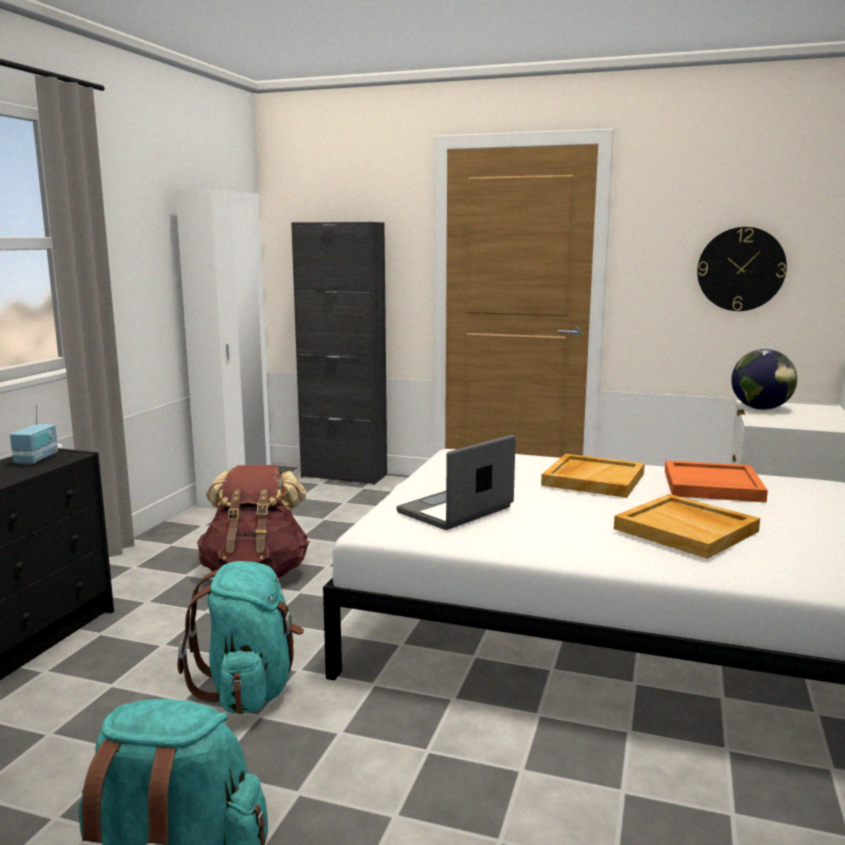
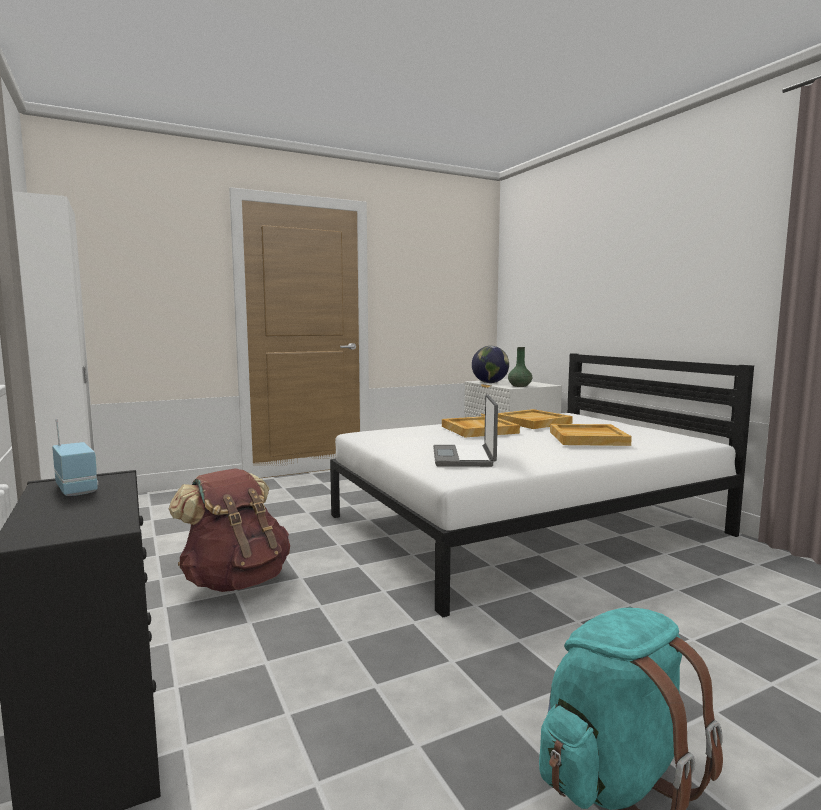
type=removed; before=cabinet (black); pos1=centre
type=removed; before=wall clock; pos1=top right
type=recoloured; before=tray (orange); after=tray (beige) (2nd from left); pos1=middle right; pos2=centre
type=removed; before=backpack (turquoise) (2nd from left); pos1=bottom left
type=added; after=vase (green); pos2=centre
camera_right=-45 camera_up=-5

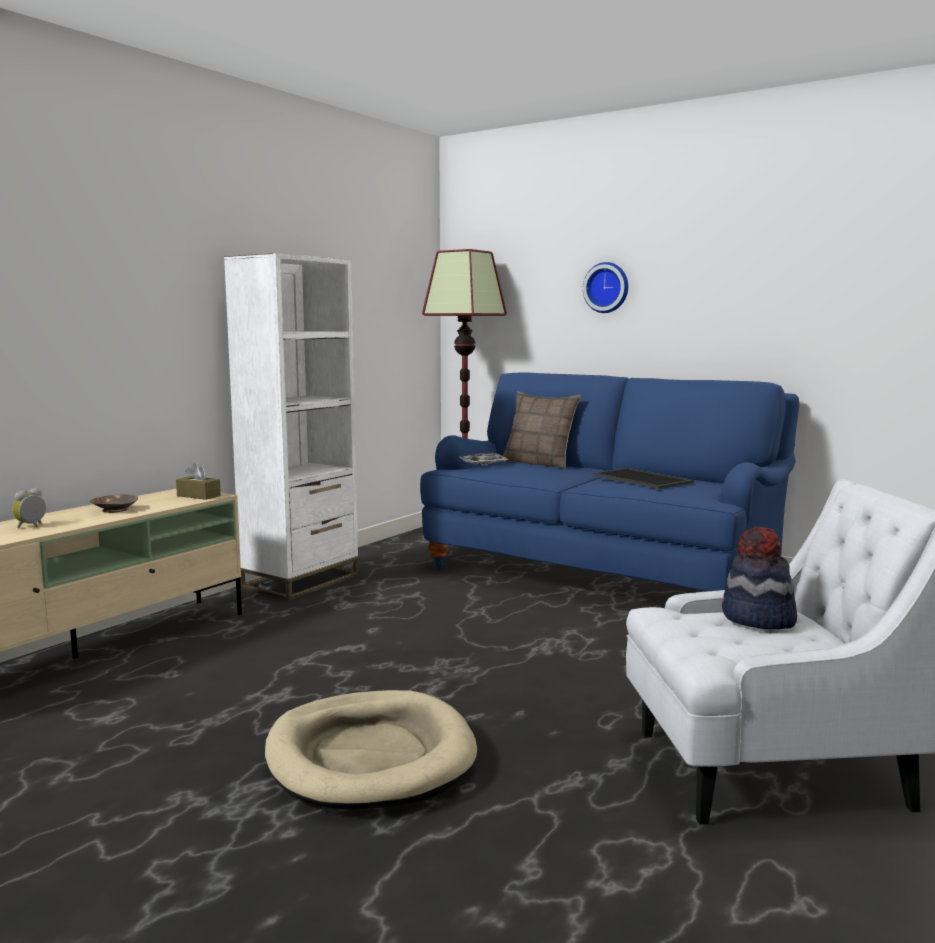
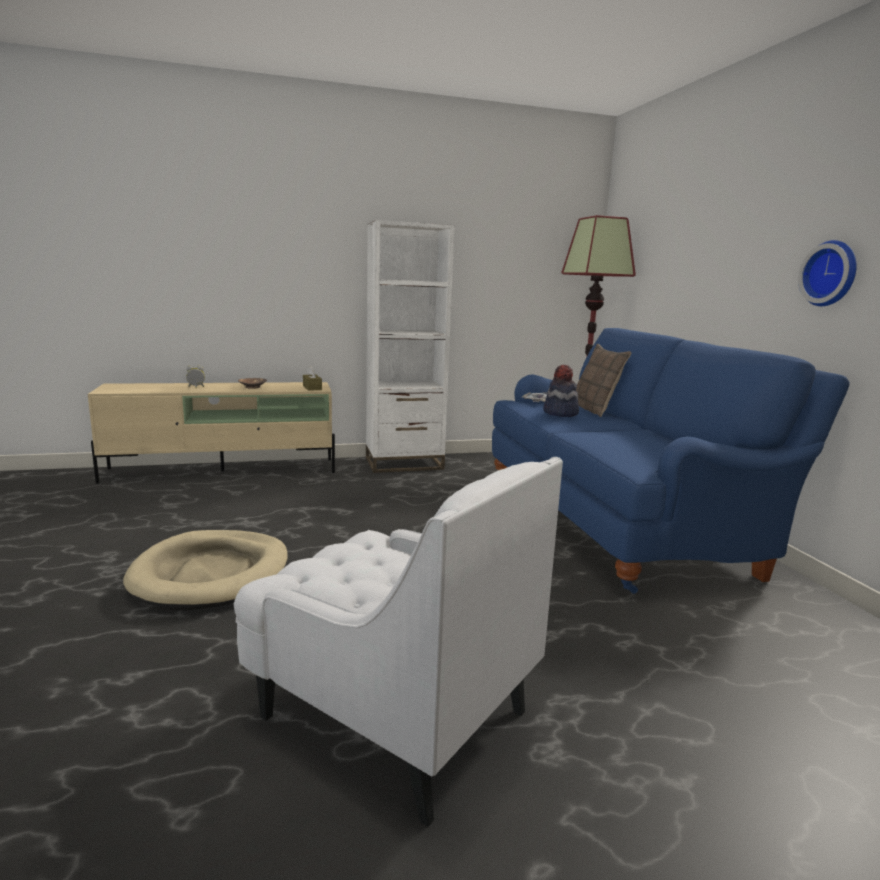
type=moved; before=wall clock; pos1=top centre; pos2=top right
type=removed; before=tray (2nd from left); pos1=middle right
type=moved; before=hat; pos1=middle right; pos2=centre
camera_right=40 camera_up=5

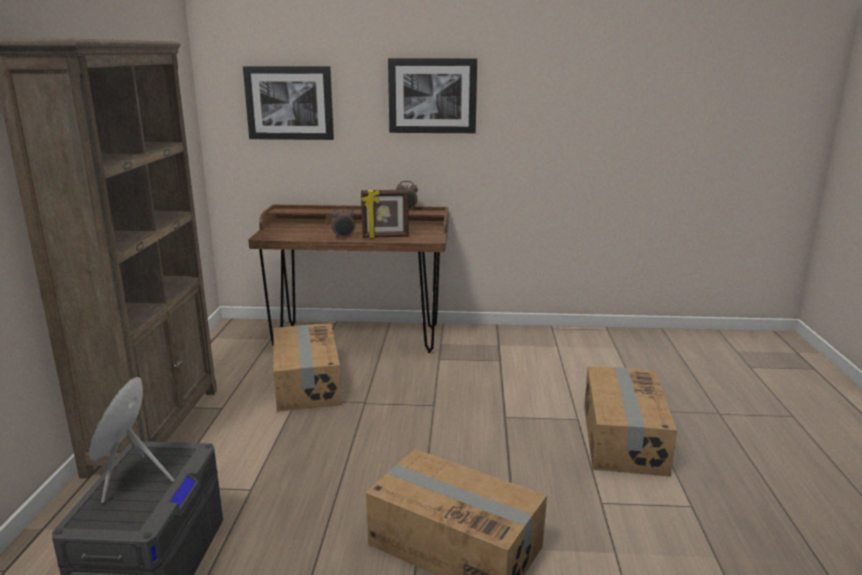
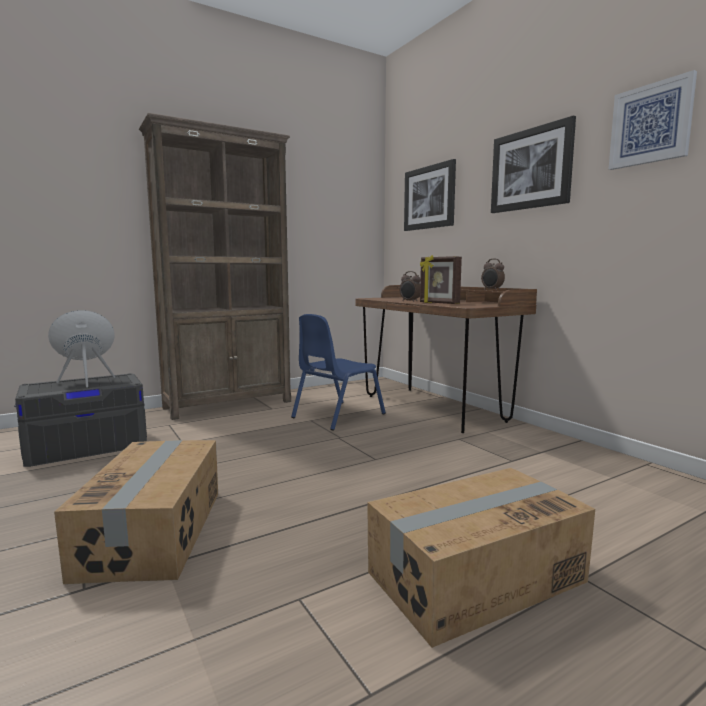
type=replaced; before=cardboard box (1st from left); after=chair (blue); pos1=centre; pos2=centre
type=added; after=picture (3rd from left); pos2=top right
camera_right=55 camera_up=-10

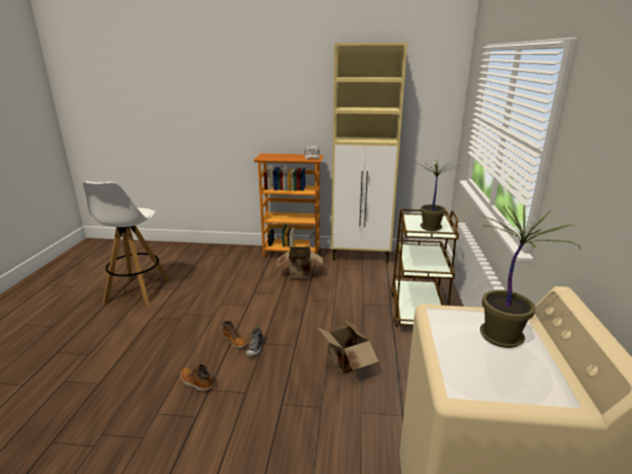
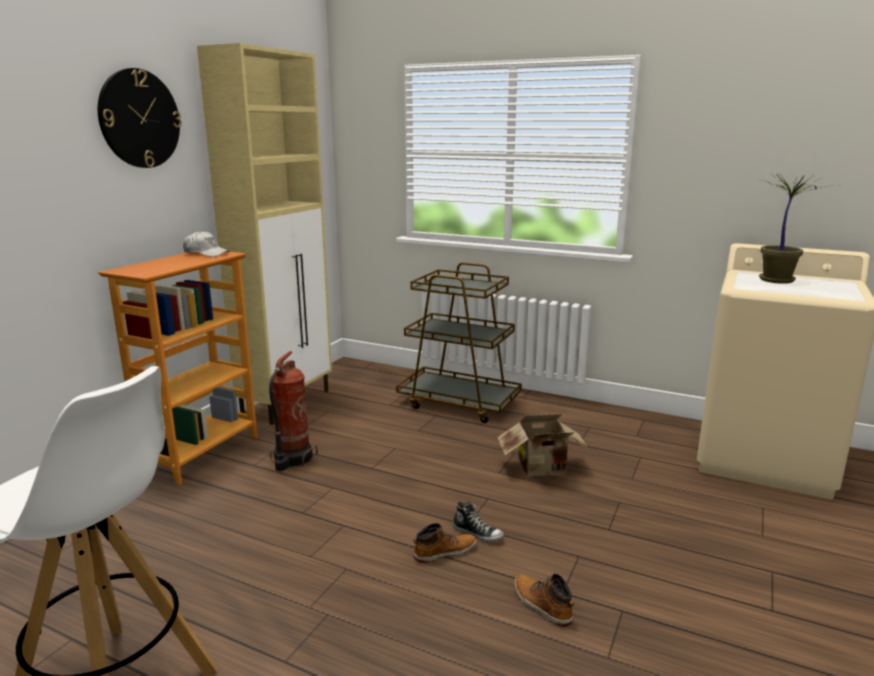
type=removed; before=potted plant (1st from left); pos1=middle right
type=replaced; before=cardboard box (1st from left); after=fire extinguisher; pos1=centre; pos2=centre
type=turned; before=boot (1st from left in the first image); pos1=bottom left; pos2=bottom centre; turn=90
type=added; after=wall clock; pos2=top left
camera_right=-70 camera_up=-5

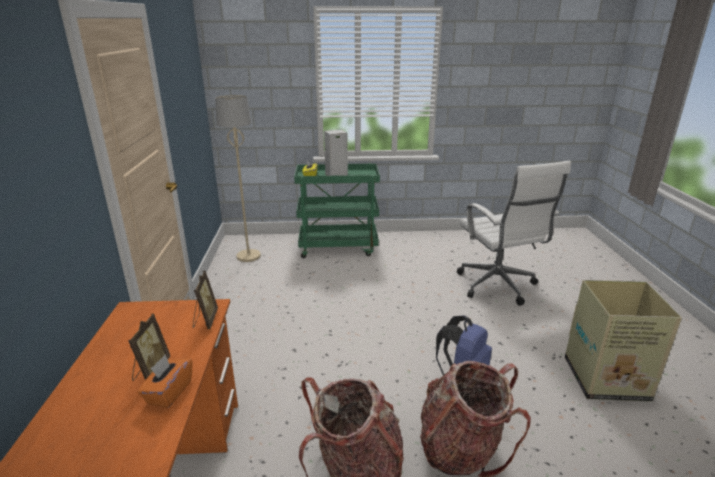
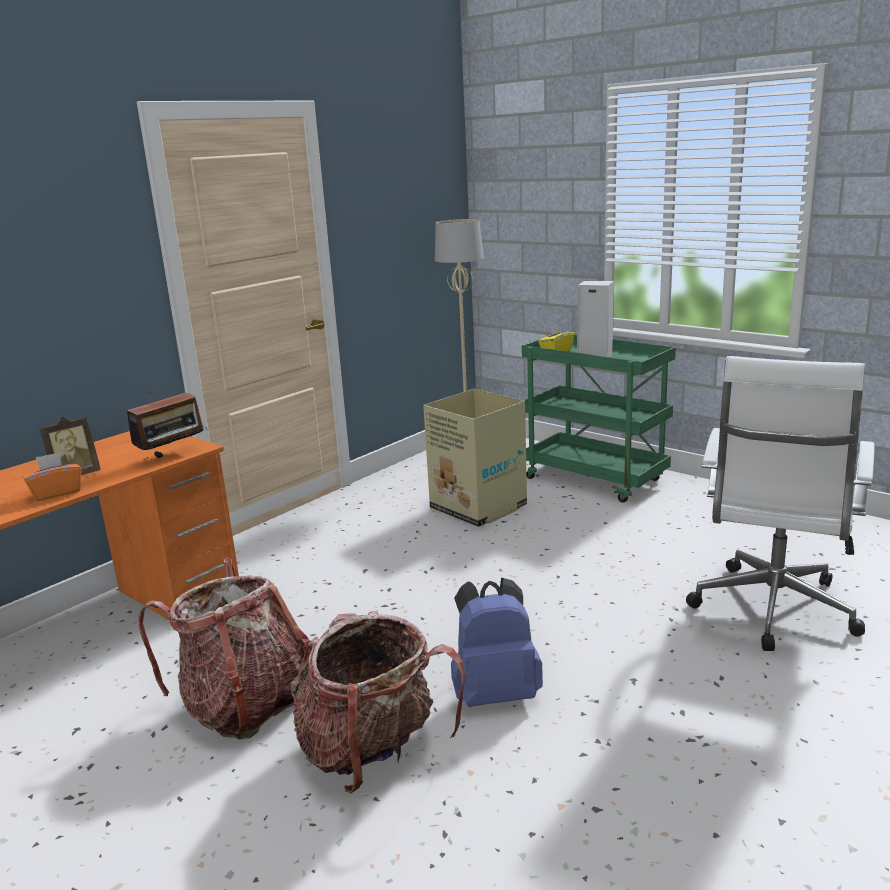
type=replaced; before=picture frame (2nd from left); after=radio; pos1=middle left; pos2=middle left
type=moved; before=cardboard box; pos1=bottom right; pos2=centre
camera_right=45 camera_up=-5

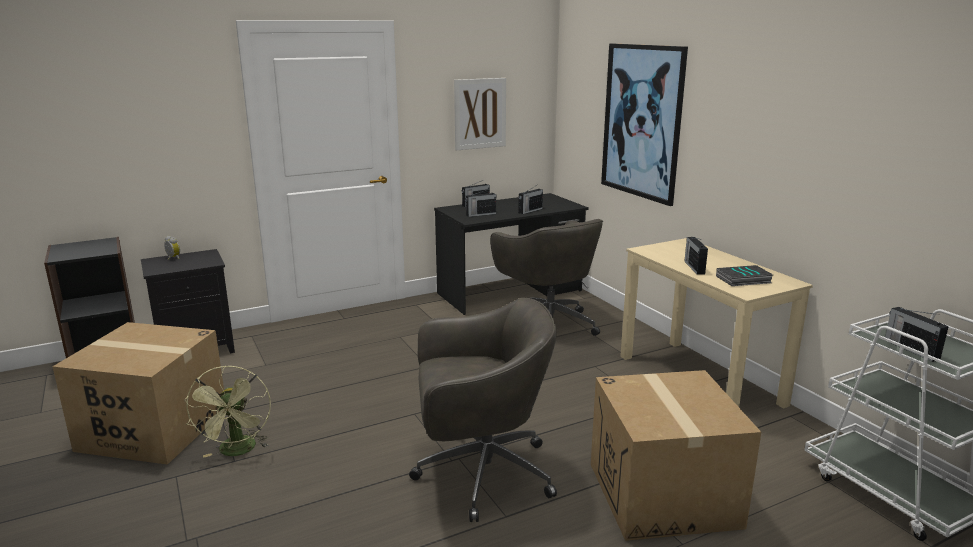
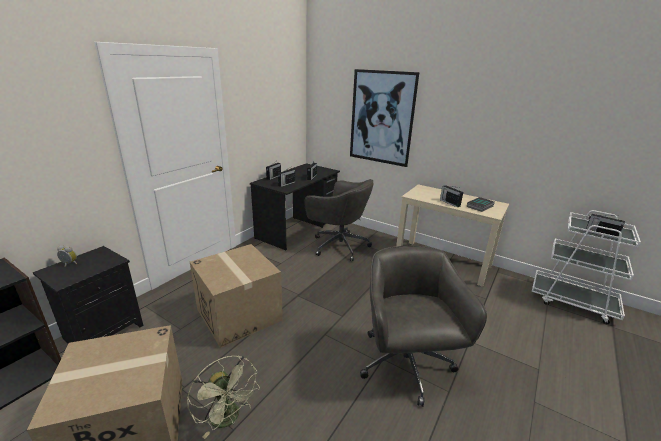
type=removed; before=picture (1st from left); pos1=top centre
type=turned; before=office chair (grey) (1st from left in the first image); pos1=bottom centre; pos2=bottom centre; turn=-60
type=moved; before=cardboard box (2nd from left); pos1=bottom right; pos2=bottom centre
camera_right=-30 camera_up=5

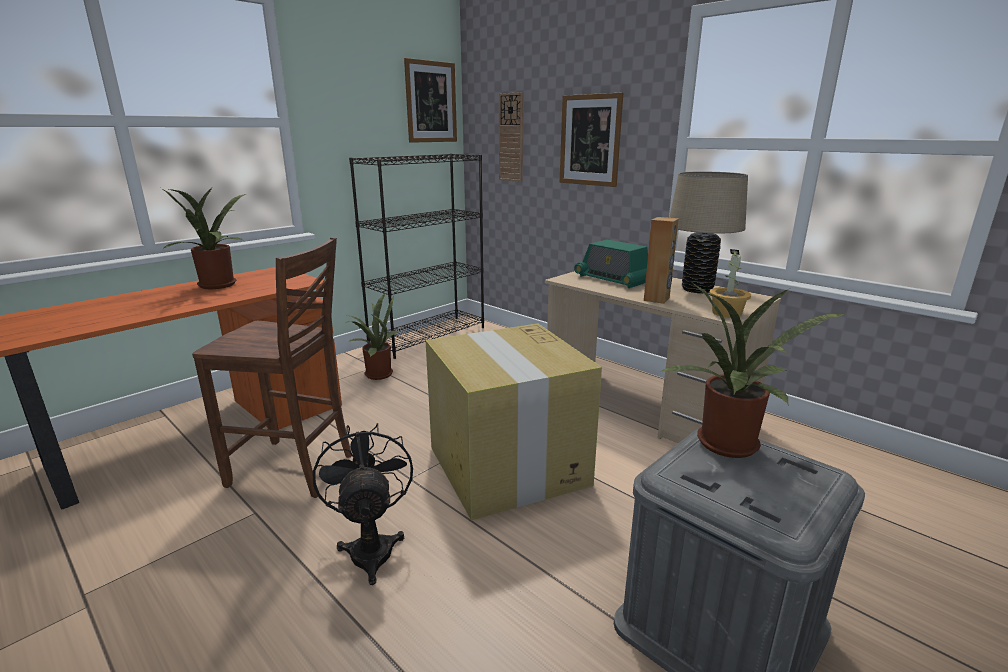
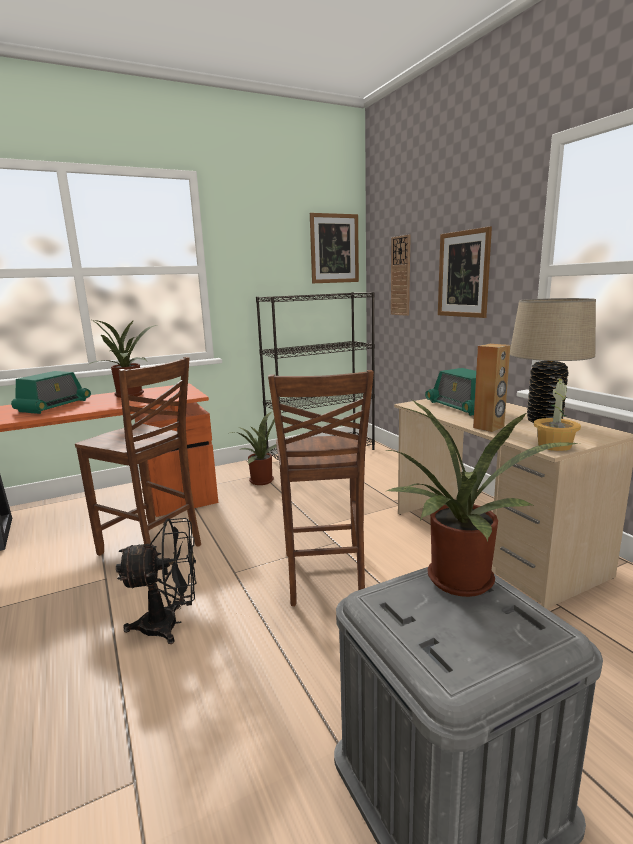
type=replaced; before=cardboard box; after=chair (brown) (2nd from left); pos1=centre; pos2=centre
type=turned; before=fan (black); pos1=bottom centre; pos2=bottom left; turn=75
type=added; after=radio (1st from left); pos2=middle left
camera_right=20 camera_up=-5

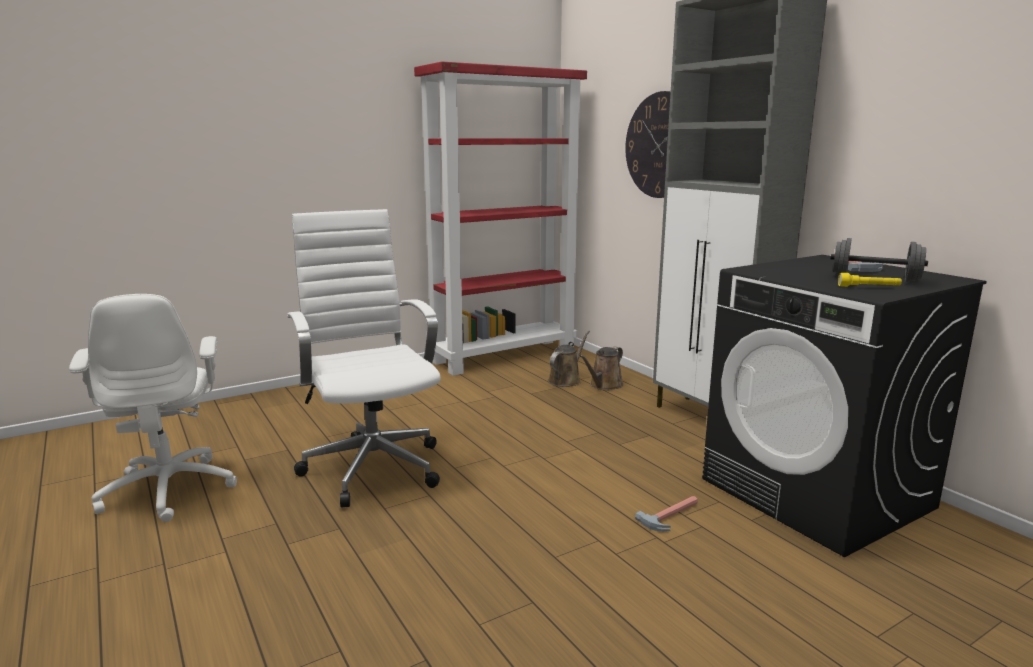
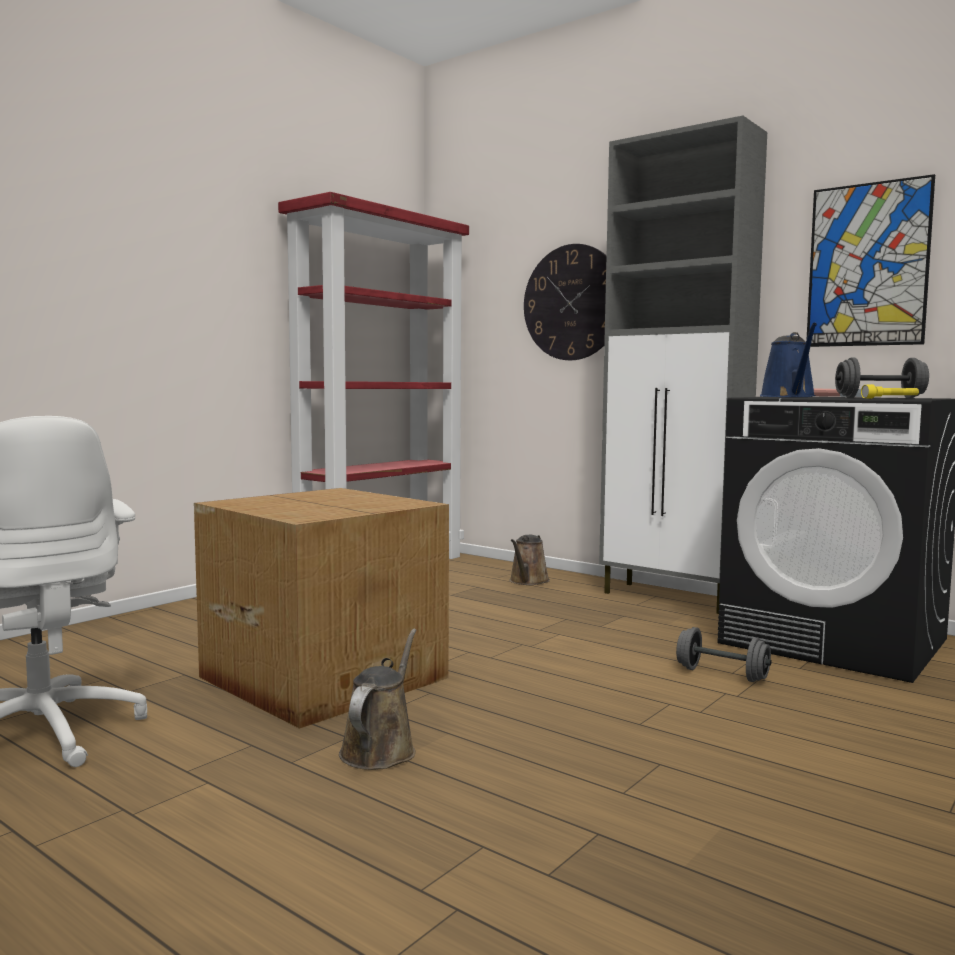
type=replaced; before=office chair (white) (2nd from left); after=cardboard box; pos1=centre; pos2=centre
type=moved; before=watering can (brown) (1st from left); pos1=centre; pos2=bottom centre
type=replaced; before=hammer (1st from left); after=dumbbell (grey) (1st from left); pos1=bottom centre; pos2=bottom right
type=added; after=picture; pos2=top right
type=added; after=watering can (blue); pos2=middle right
camera_right=-20 camera_up=-10

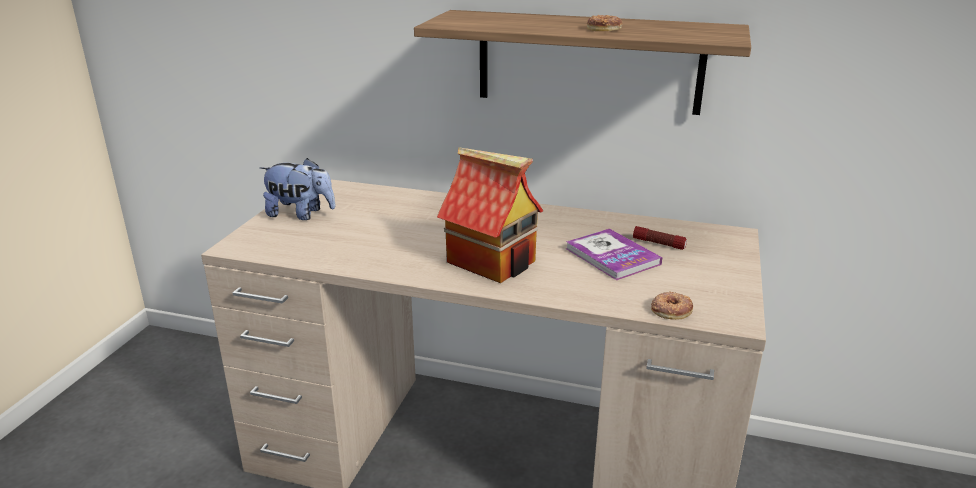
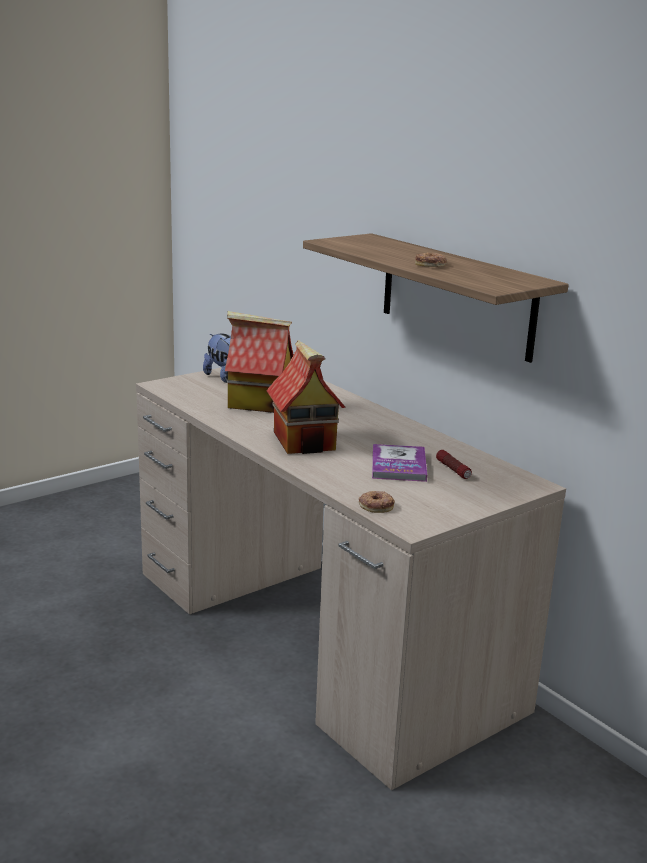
type=added; after=toy house (1st from left); pos2=centre
camera_right=35 camera_up=-5

